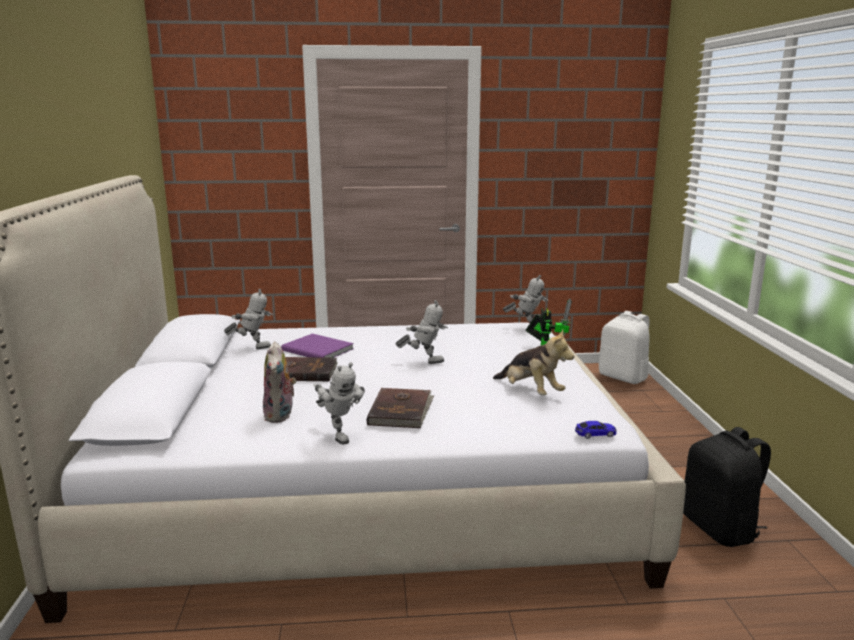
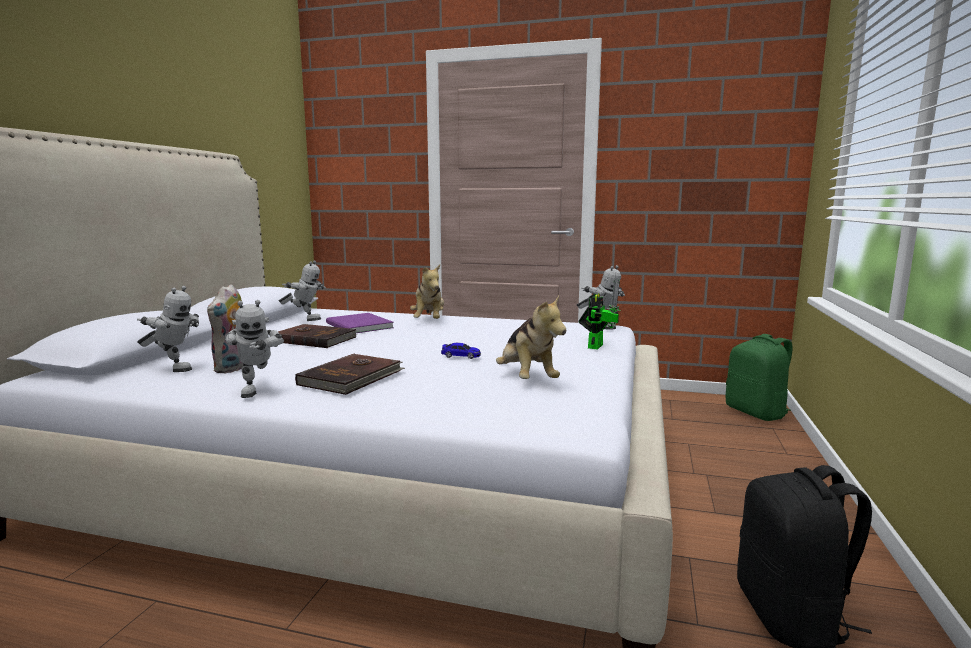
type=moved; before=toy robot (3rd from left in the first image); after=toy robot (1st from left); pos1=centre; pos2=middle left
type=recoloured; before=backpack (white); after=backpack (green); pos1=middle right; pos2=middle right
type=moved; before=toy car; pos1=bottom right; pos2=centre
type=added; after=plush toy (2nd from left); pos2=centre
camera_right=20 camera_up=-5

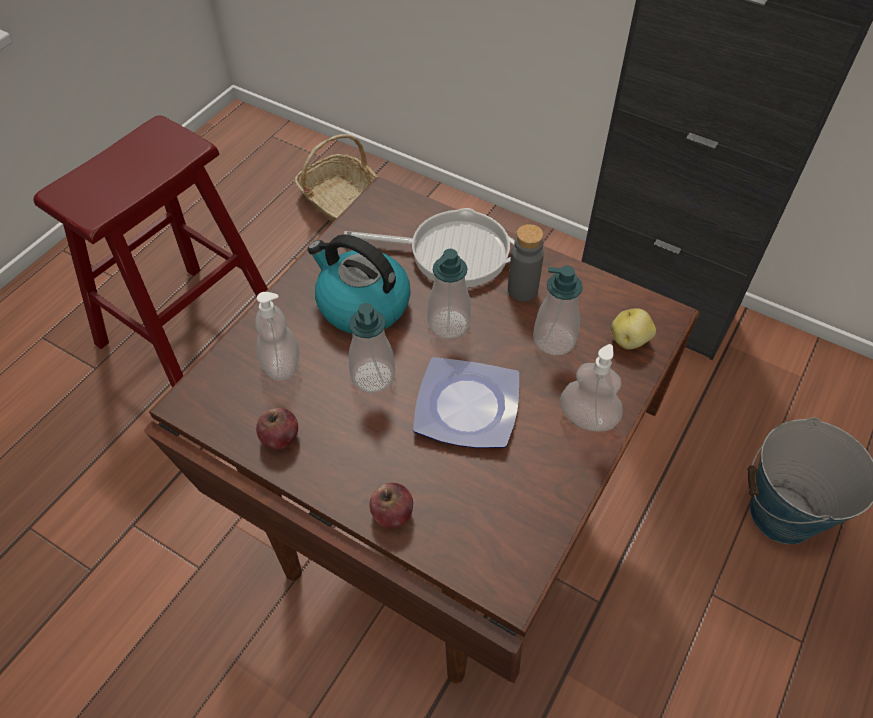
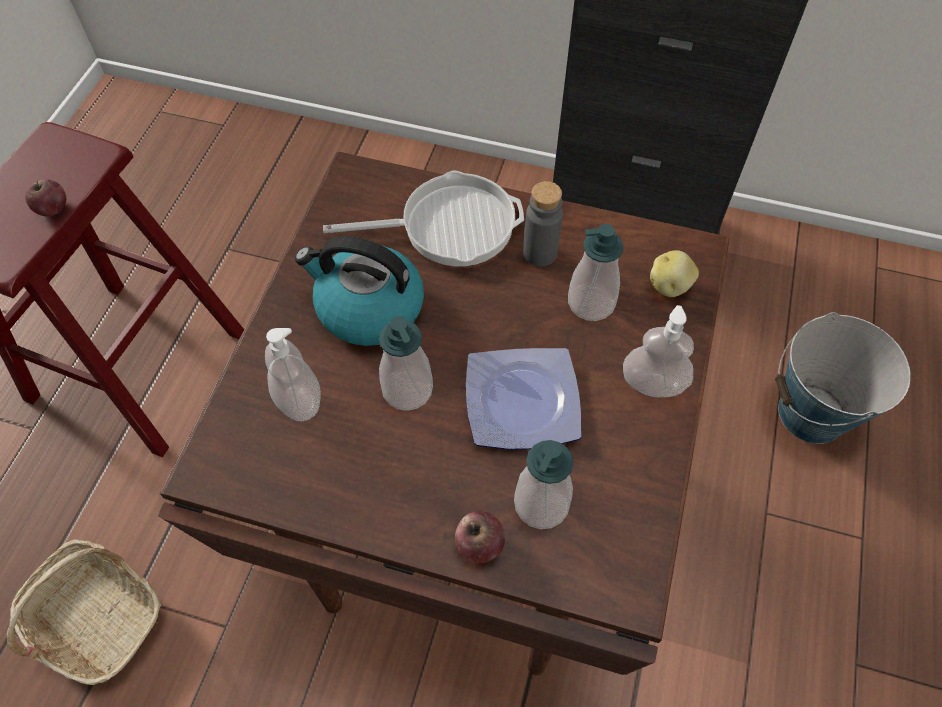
type=moved; before=basket; pos1=top centre; pos2=bottom left
type=moved; before=soap dispenser (3rd from left); pos1=centre; pos2=bottom centre
type=moved; before=apple (1st from left); pos1=middle left; pos2=top left
camera_right=-15 camera_up=5

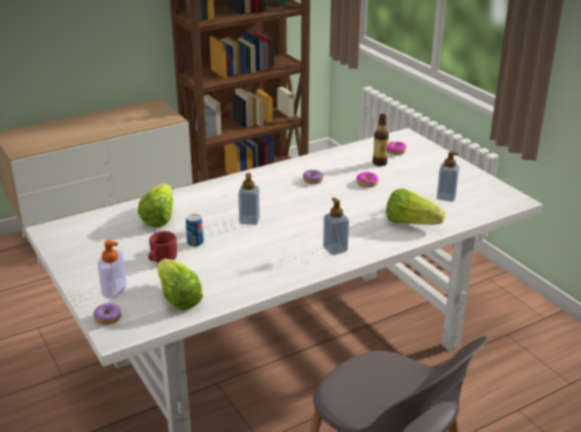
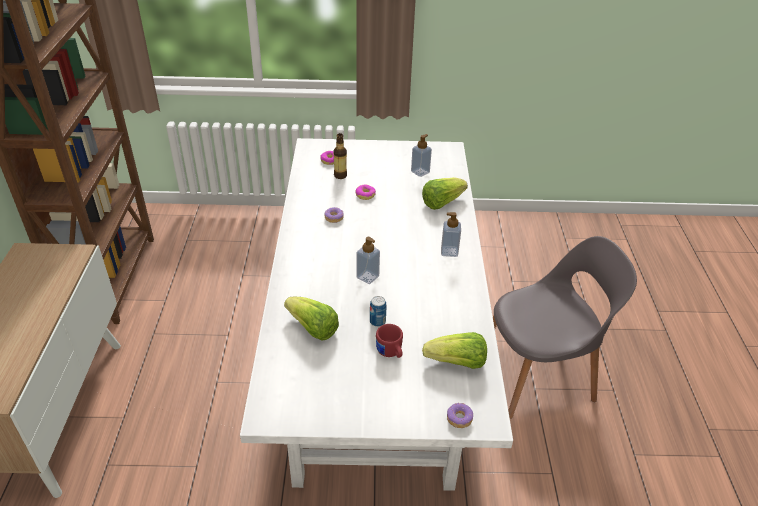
type=removed; before=soap dispenser (1st from left); pos1=middle left
camera_right=-60 camera_up=10

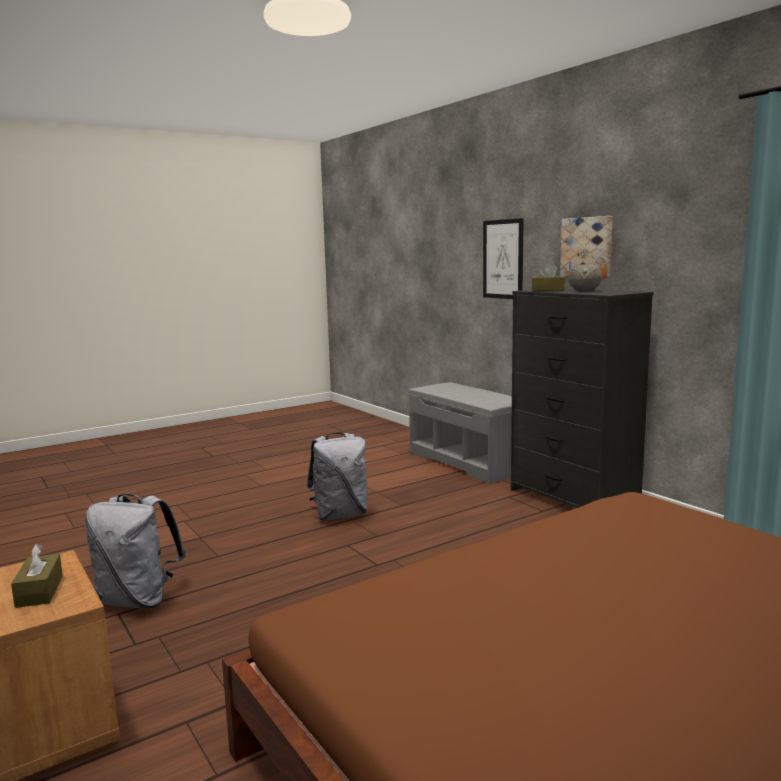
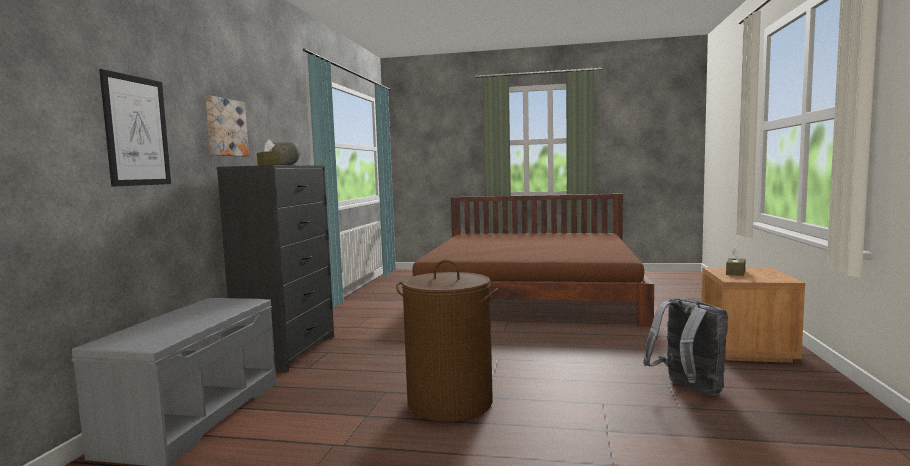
type=replaced; before=backpack (grey) (2nd from left); after=laundry basket (brown); pos1=centre; pos2=bottom centre
camera_right=-135 camera_up=-5

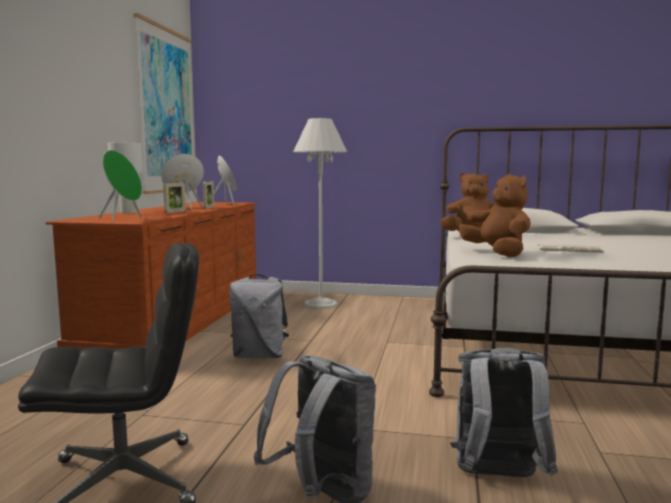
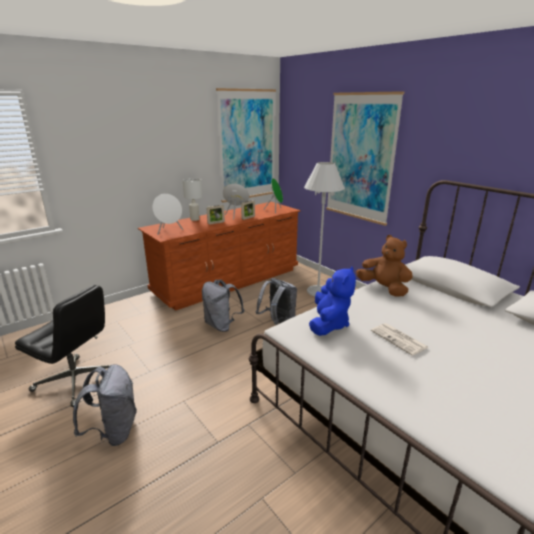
type=recoloured; before=speaker (green) (1st from left); after=speaker (white); pos1=middle left; pos2=middle left
type=recoloured; before=plush toy (brown) (2nd from left); after=plush toy (blue); pos1=middle right; pos2=centre
type=moved; before=backpack (grey) (3rd from left); pos1=bottom right; pos2=centre
type=added; after=picture (2nd from left); pos2=top right
camera_right=40 camera_up=15

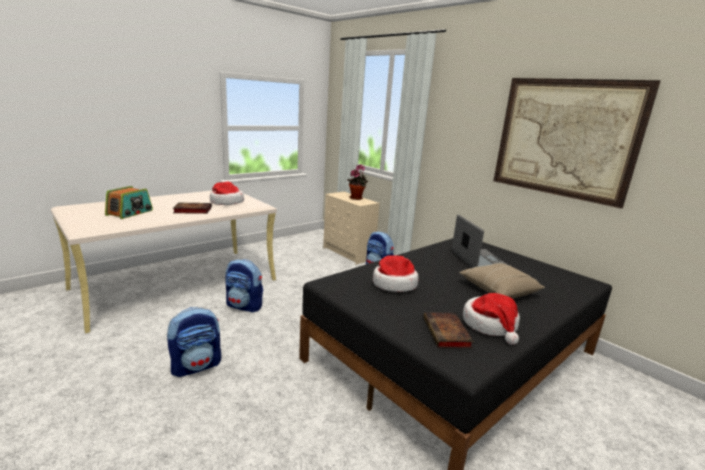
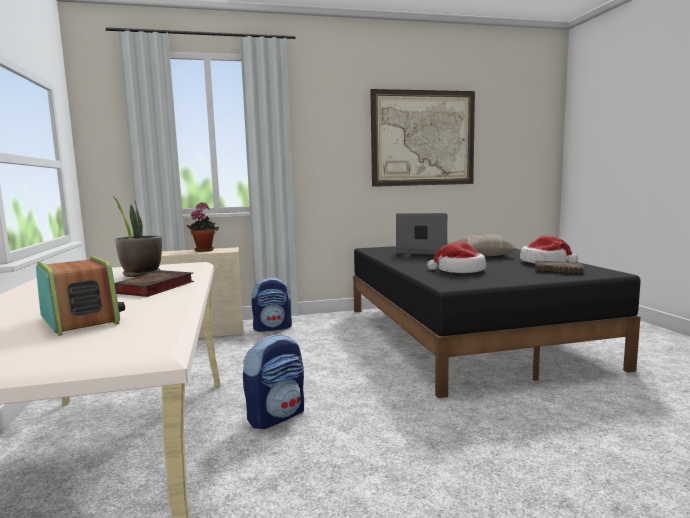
type=replaced; before=hat (1st from left); after=potted plant (1st from left); pos1=middle left; pos2=middle left
type=removed; before=backpack (1st from left); pos1=bottom left
camera_right=-60 camera_up=-10

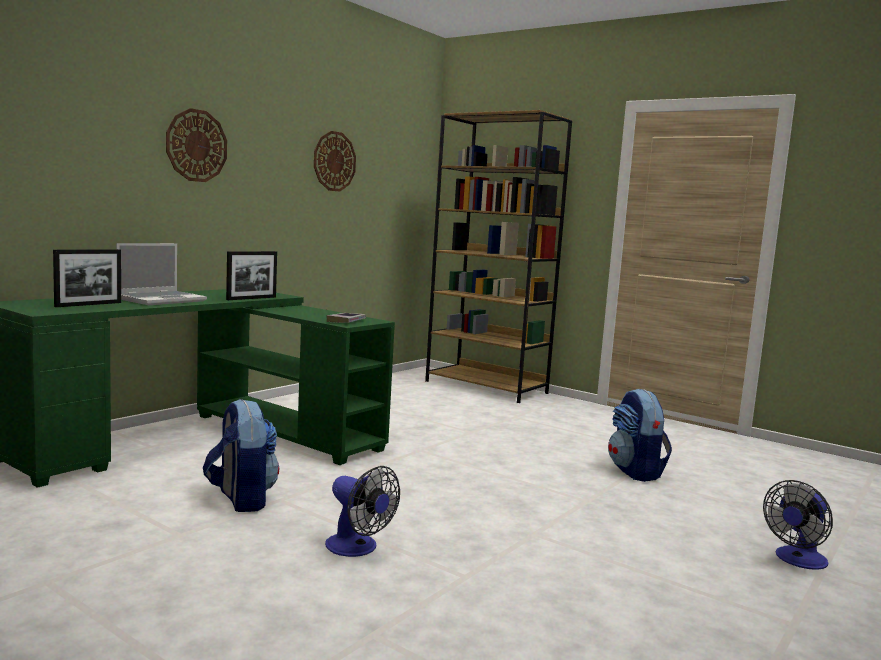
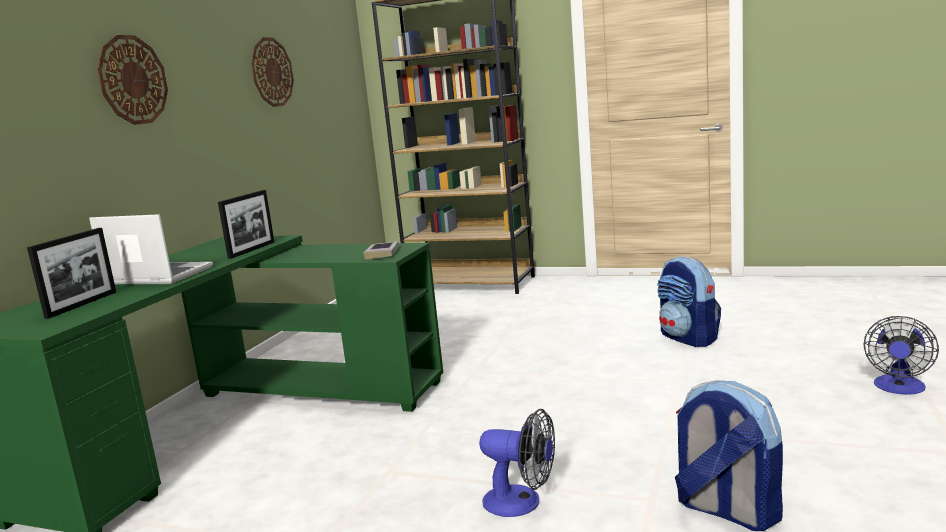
type=turned; before=laptop; pos1=middle left; pos2=middle left; turn=-90
type=moved; before=backpack (1st from left in the first image); after=backpack (2nd from left); pos1=bottom left; pos2=bottom right
camera_right=-15 camera_up=5

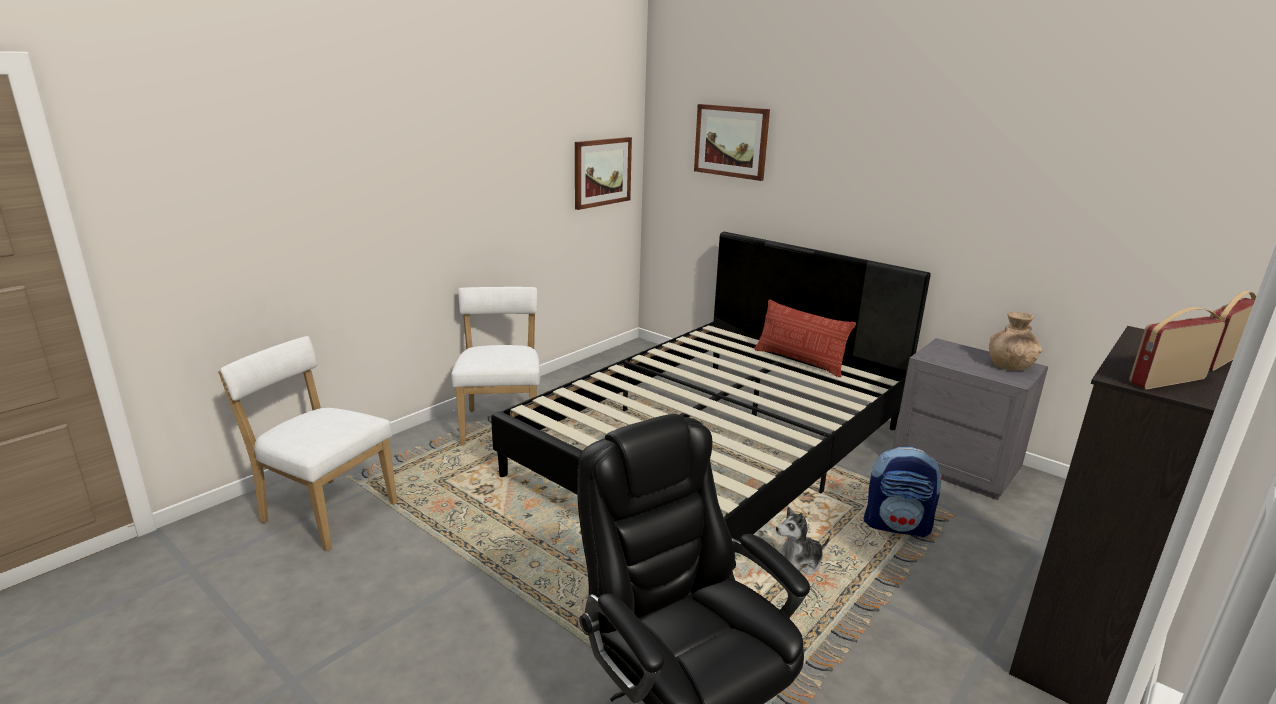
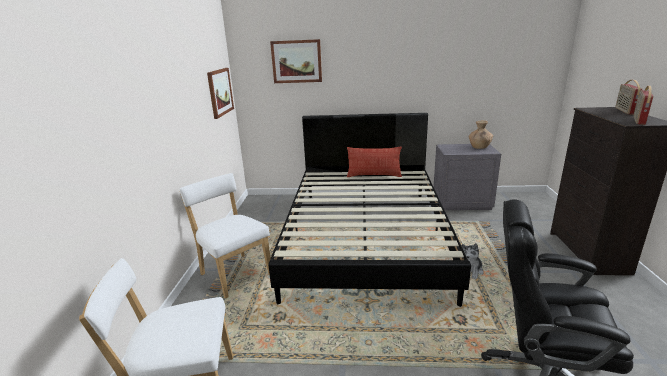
type=removed; before=backpack; pos1=bottom right
camera_right=-35 camera_up=0

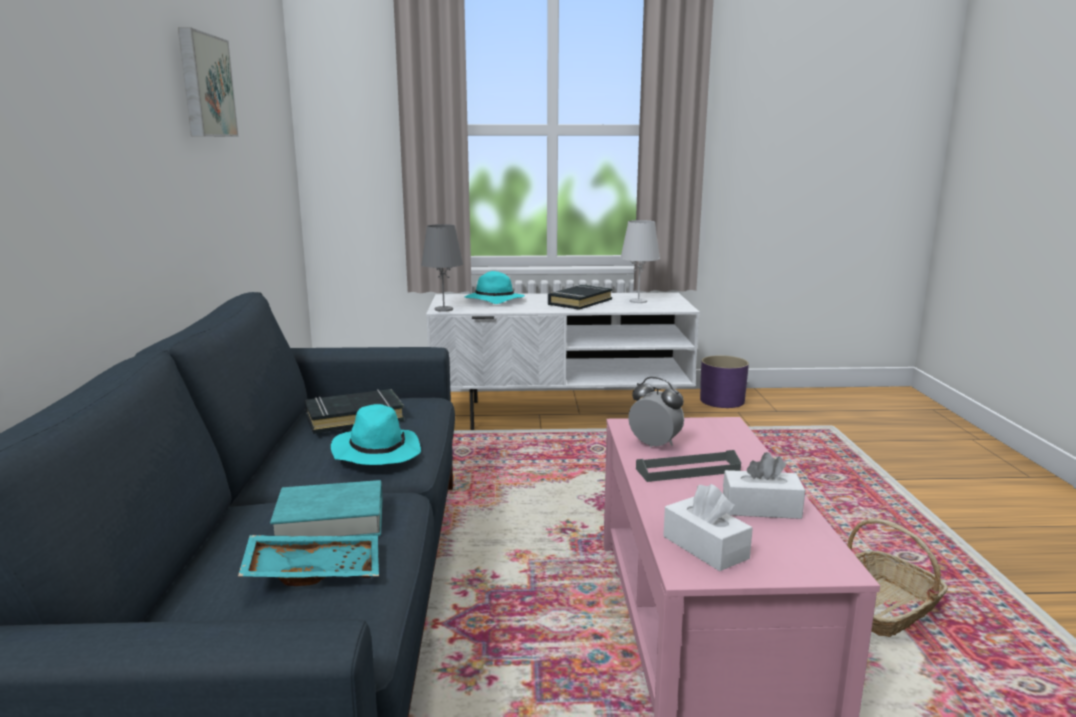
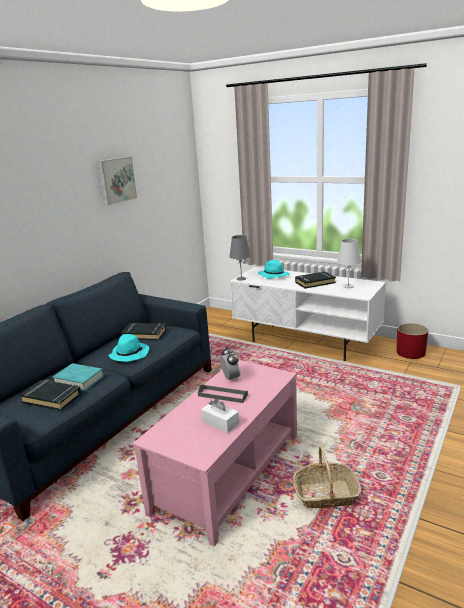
type=recoloured; before=planter (purple); after=planter (red); pos1=middle right; pos2=middle right
type=removed; before=tissue box (white) (1st from left); pos1=bottom centre
type=replaced; before=tray (turquoise); after=book (black) (1st from left); pos1=bottom left; pos2=middle left
camera_right=35 camera_up=5

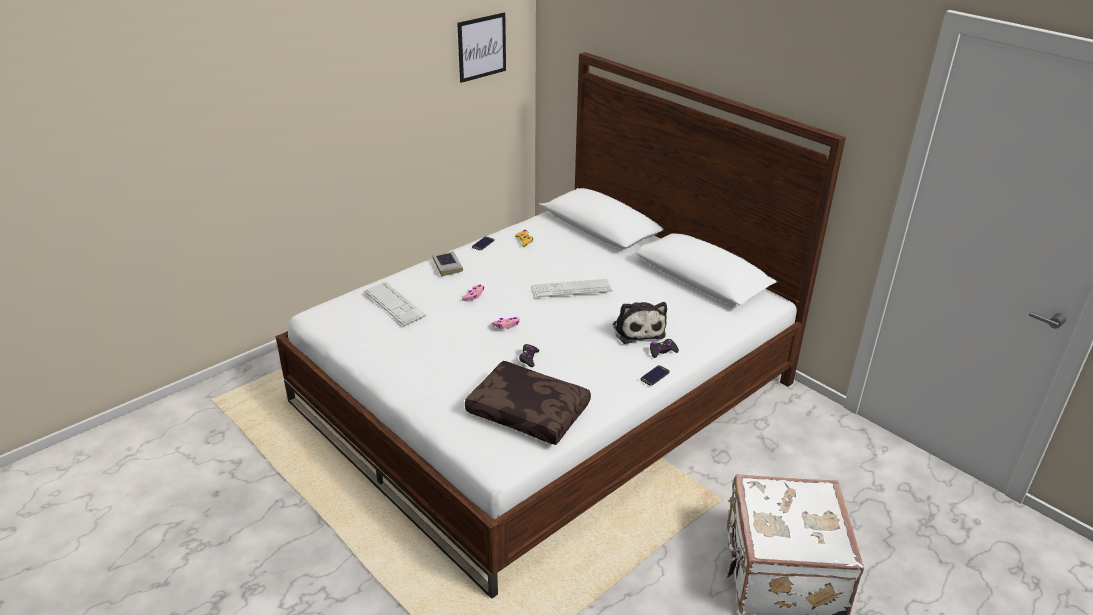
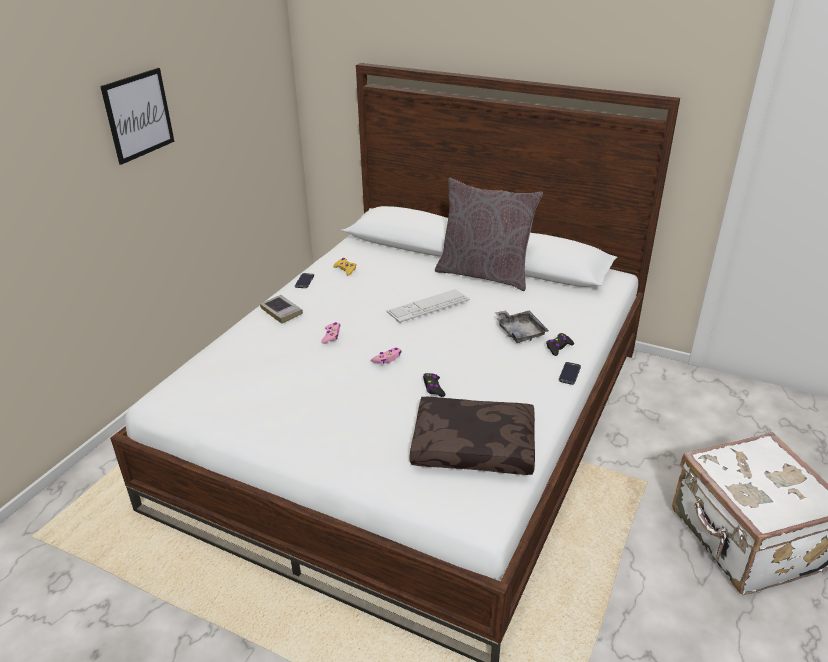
type=moved; before=picture; pos1=top centre; pos2=top left
type=removed; before=keyboard (1st from left); pos1=centre
type=replaced; before=plush toy; after=tray (grey); pos1=centre; pos2=centre
type=added; after=pillow (grey); pos2=centre
camera_right=-20 camera_up=0

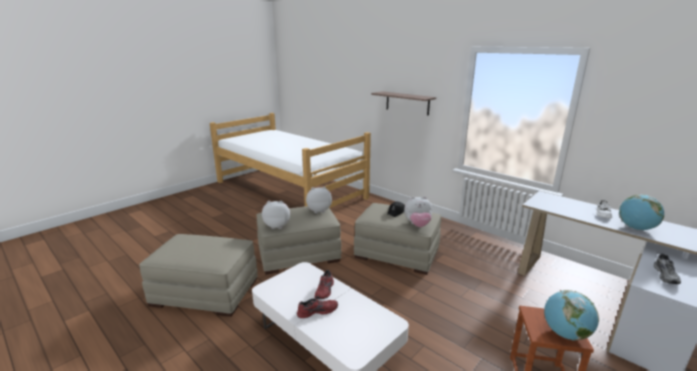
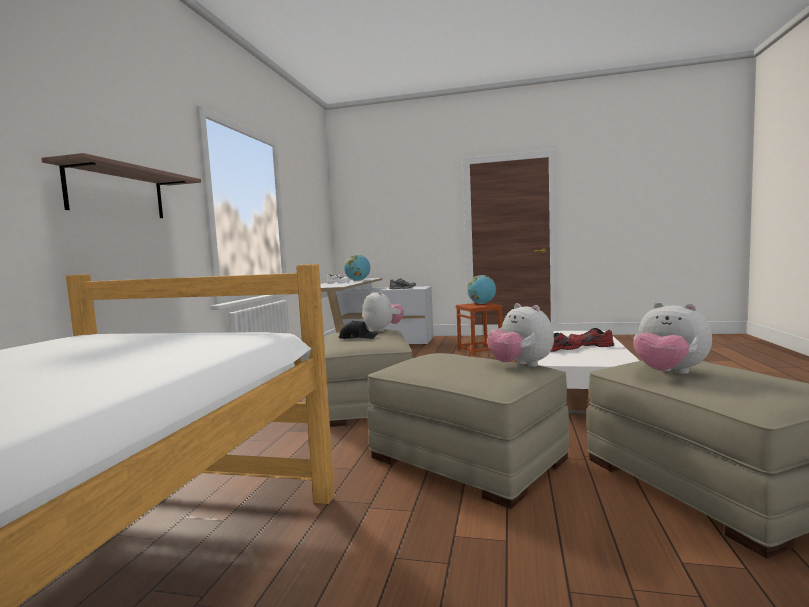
type=moved; before=plush toy (2nd from left in the first image); after=plush toy (3rd from left); pos1=centre; pos2=middle right
camera_right=-120 camera_up=-15

